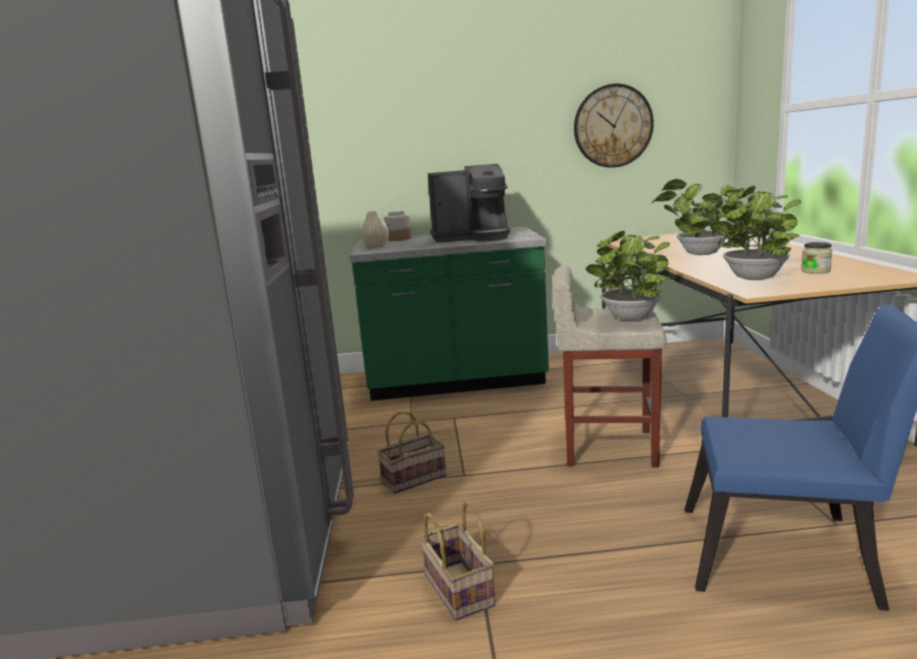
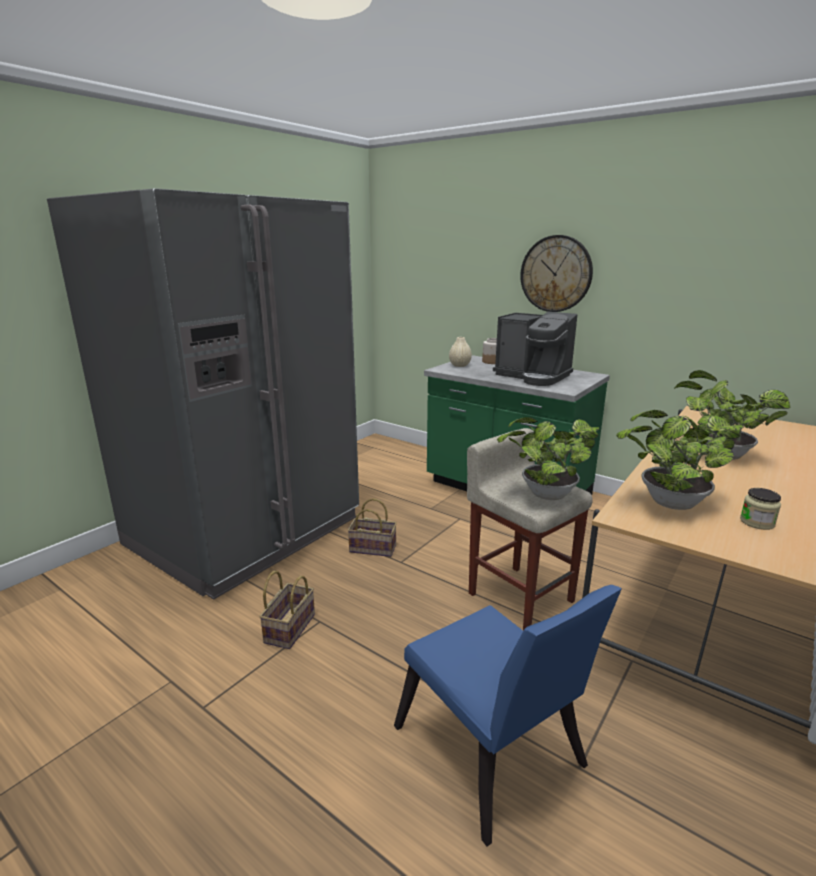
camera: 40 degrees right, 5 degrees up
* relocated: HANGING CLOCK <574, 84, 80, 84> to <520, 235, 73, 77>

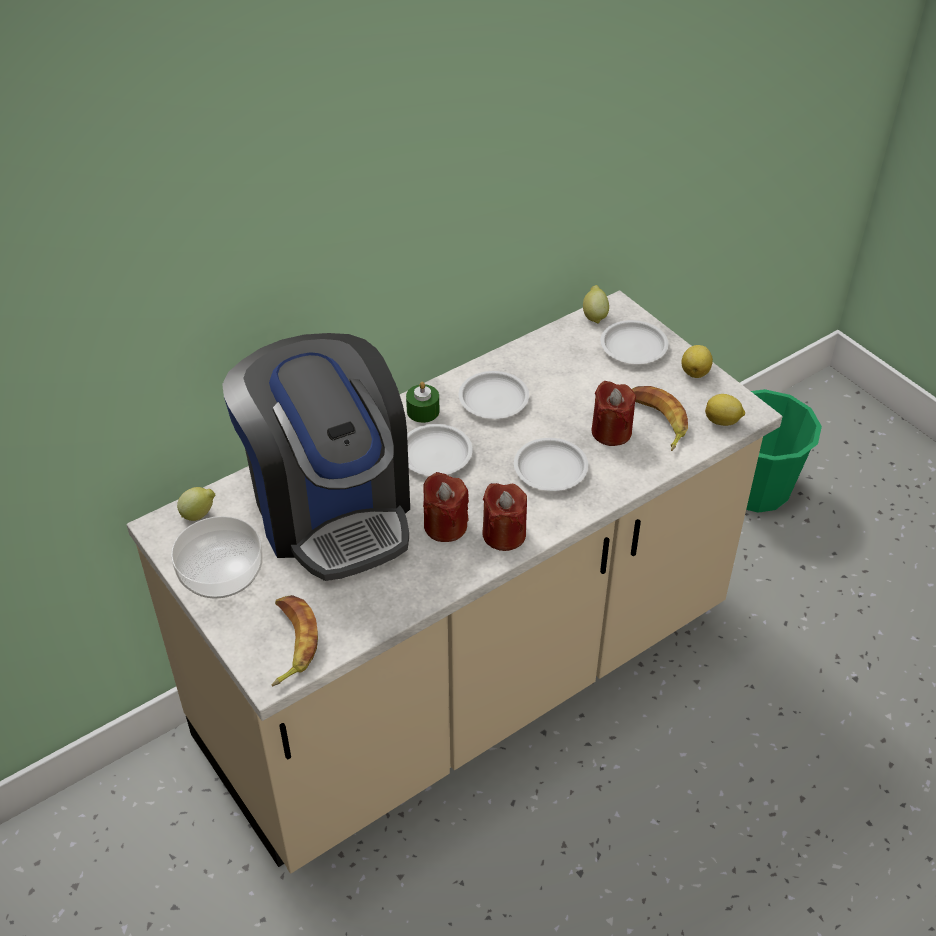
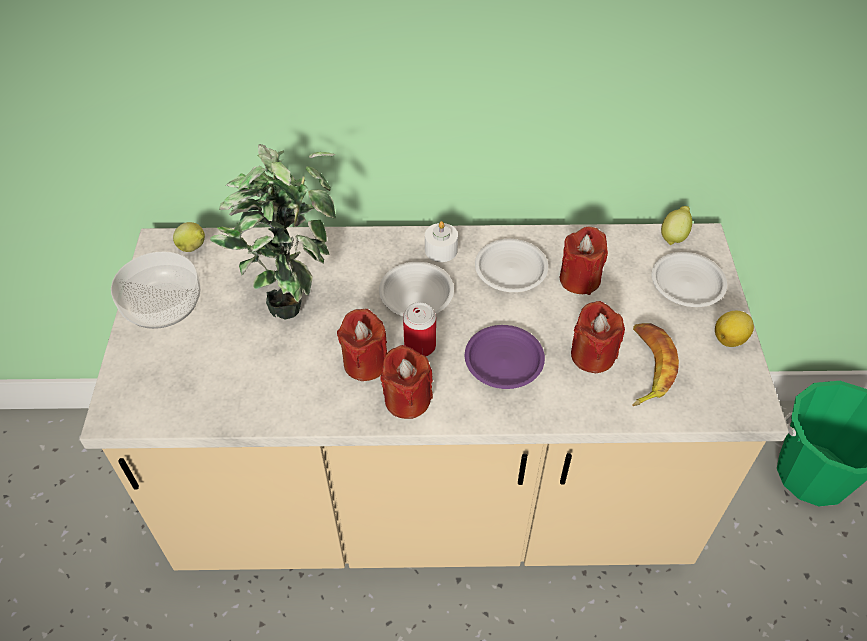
camera: 35 degrees right, 5 degrees up
* missing: WHOLE BANANA <271, 595, 47, 91>
* missing: WHOLE LEMON <705, 394, 40, 32>
* appeared: METAL CAN <403, 302, 33, 55>
* appeared: REDDISH CANDLE <560, 227, 48, 68>
* exchanged: COFFEE MAKER <222, 333, 188, 248> to HOUSEPLANT <210, 144, 126, 176>
* colour: GREENISH CANDLE <406, 382, 34, 41> to WHITE CANDLE <425, 221, 33, 41>
* colour: WHITE PLATE <514, 438, 74, 53> to PURPLISH PLATE <465, 325, 80, 64>

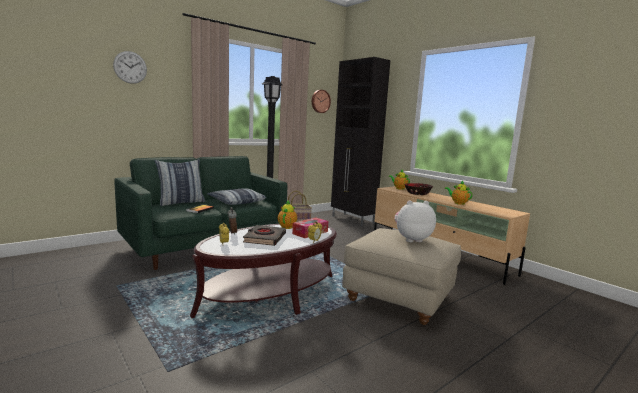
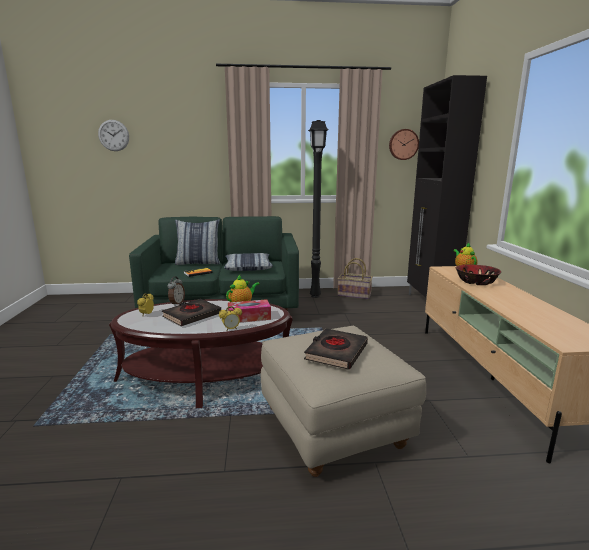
camera: 35 degrees right, 5 degrees up
* missing: POT FOR TEA <445, 181, 28, 24>
* relocated: HANGING CLOCK <113, 51, 34, 33> to <98, 120, 31, 31>
* exchanged: SOFT TOY <394, 201, 42, 41> to BLACK-COLOURED BOUND BOOK <304, 328, 64, 42>

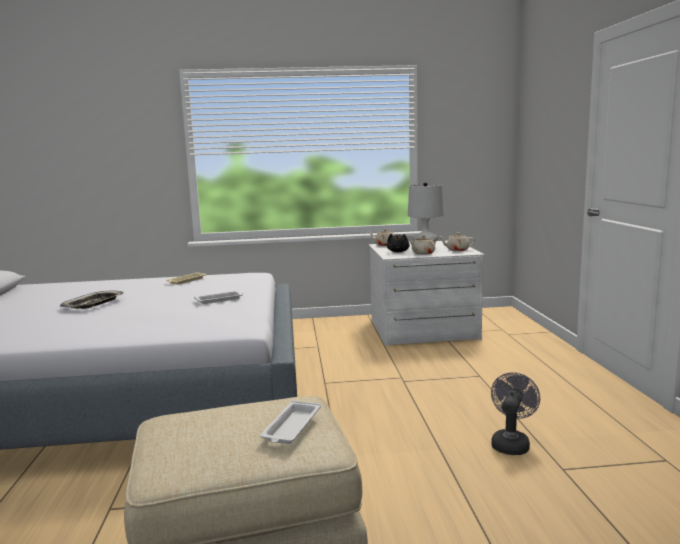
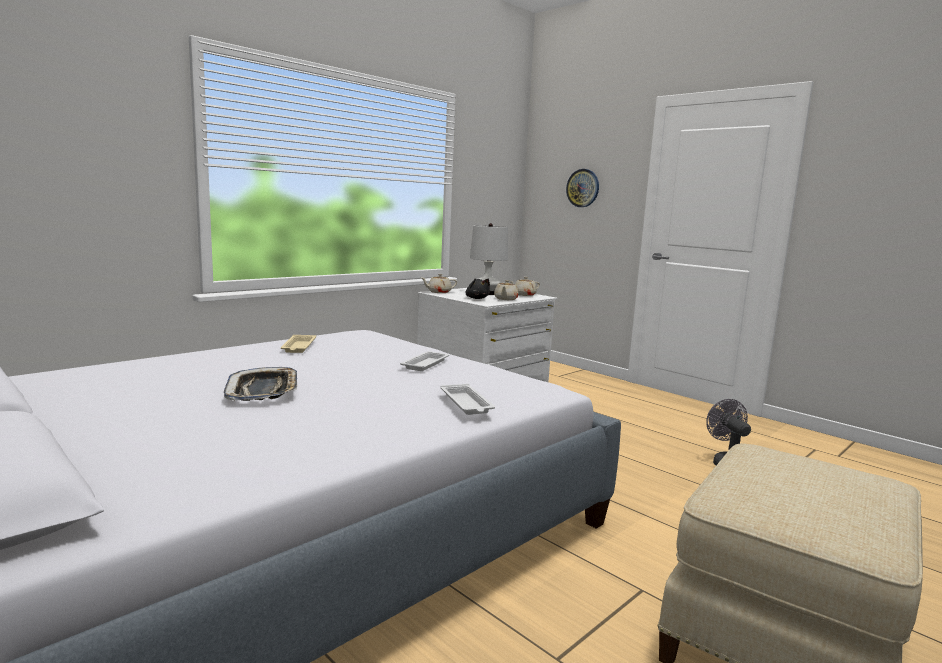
camera: 40 degrees left, 0 degrees up
* appeared: HANGING CLOCK <566, 169, 33, 38>
* relocated: WHITE SERVING TRAY <260, 400, 61, 44> to <440, 384, 55, 31>

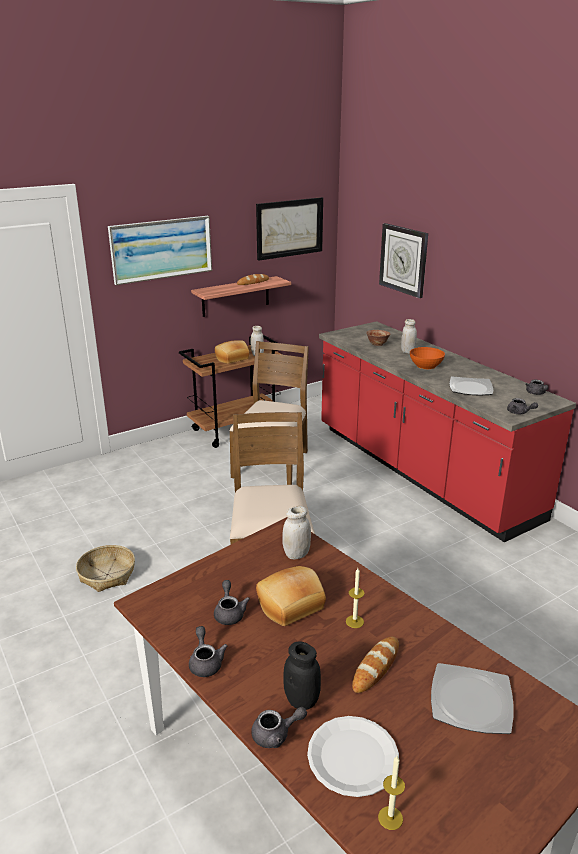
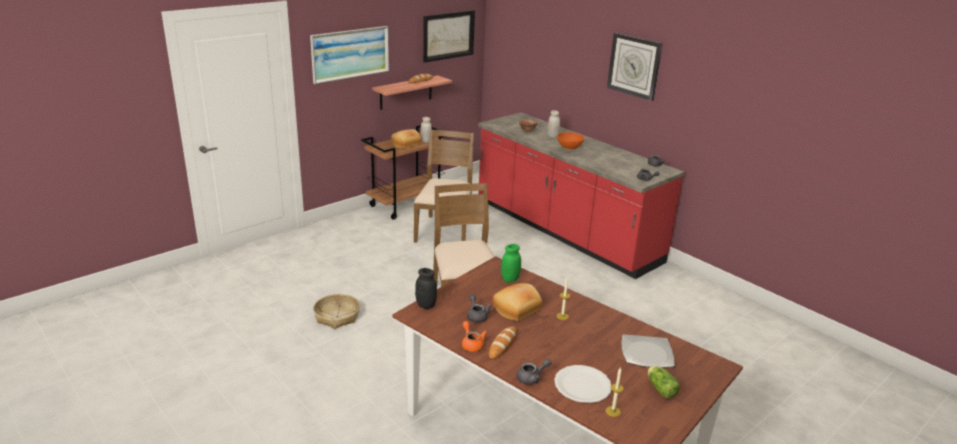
camera: 10 degrees left, 0 degrees up
* missing: PLATE <450, 376, 43, 20>
* appeared: LETTUCE <648, 366, 32, 33>
* relocated: BLACK-COLOURED STORAGE JAR <284, 641, 37, 69> to <415, 268, 22, 41>
* relocated: BREAD <352, 637, 47, 56> to <489, 326, 28, 33>
* relocated: HANGING CLOCK <379, 223, 49, 75> to <607, 33, 56, 68>
* colour: GREY POT FOR TEA <189, 626, 39, 51> to ORANGE POT FOR TEA <462, 321, 25, 31>
* colour: WHITE STORAGE JAR <282, 506, 29, 54> to GREENISH STORAGE JAR <501, 244, 20, 38>

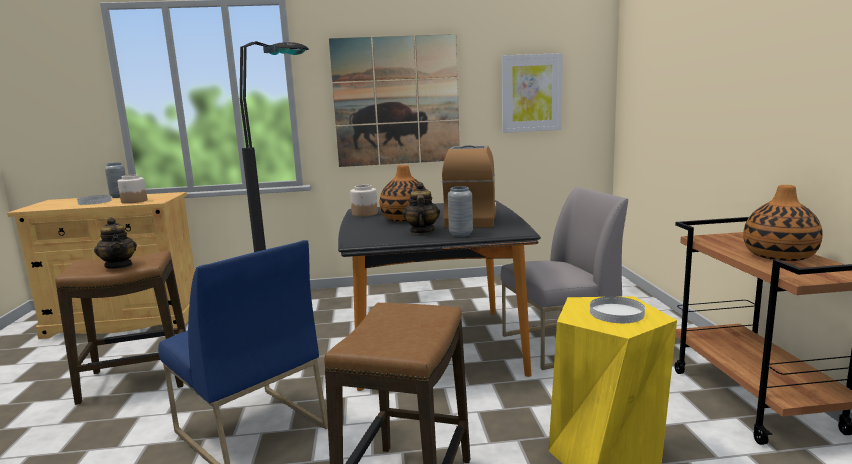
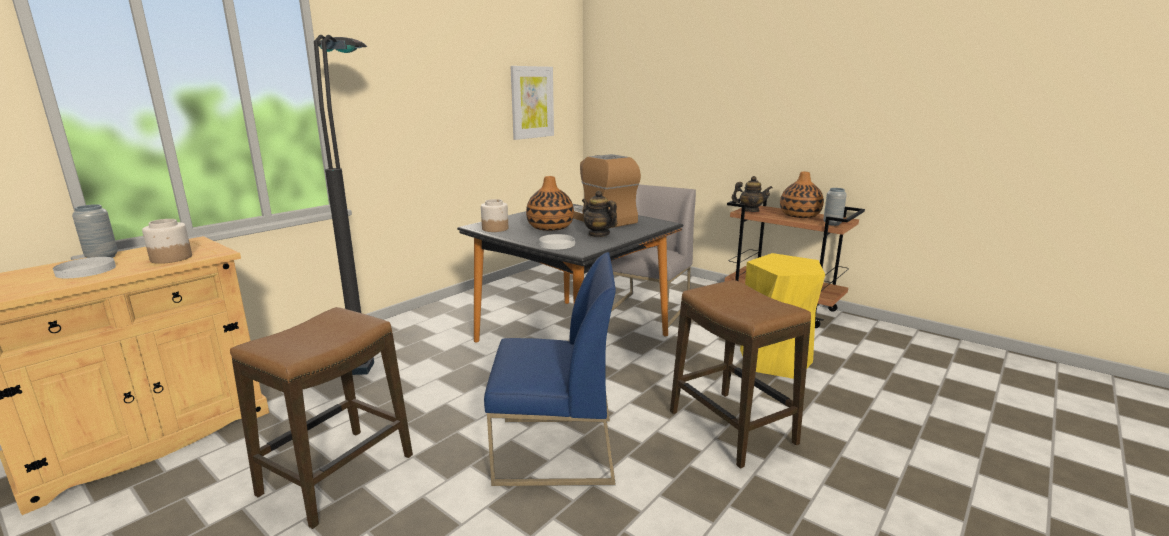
camera: 45 degrees left, 5 degrees up
* missing: WALL ART <329, 34, 131, 133>
* relocated: POT FOR TEA <94, 217, 43, 52> to <732, 176, 40, 36>
* relocated: GREY DECORATIVE VASE <448, 186, 25, 51> to <823, 188, 24, 38>
* relocated: WHITE PLATE <590, 297, 55, 26> to <539, 234, 36, 16>

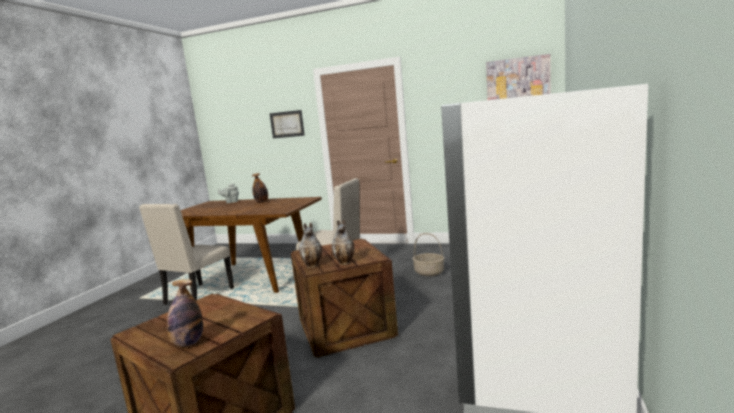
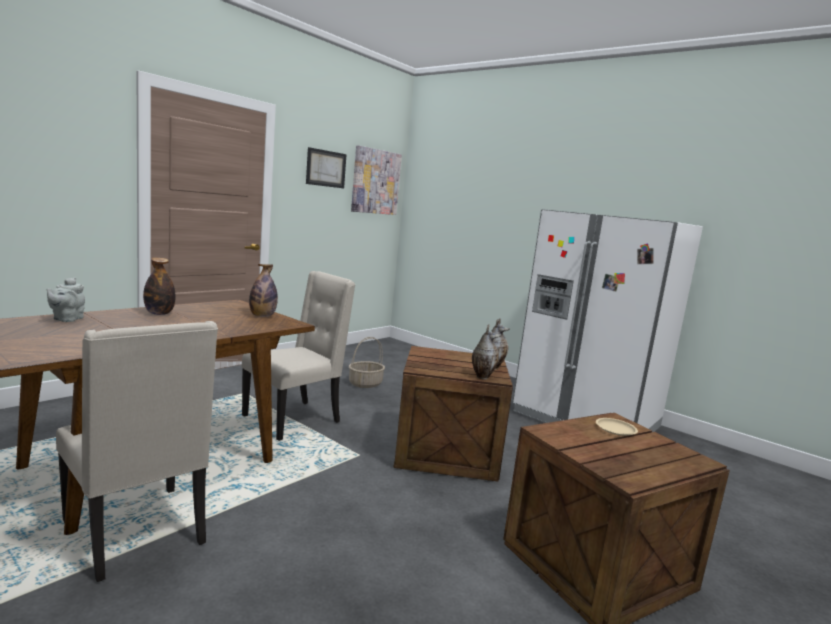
camera: 70 degrees left, 0 degrees up
* appeared: SAND-COLOURED PLATE <596, 418, 42, 18>
* relocated: DRINK BOTTLE <167, 279, 36, 68> to <249, 264, 29, 53>
* relocated: WALL ART <270, 110, 35, 28> to <306, 147, 41, 41>

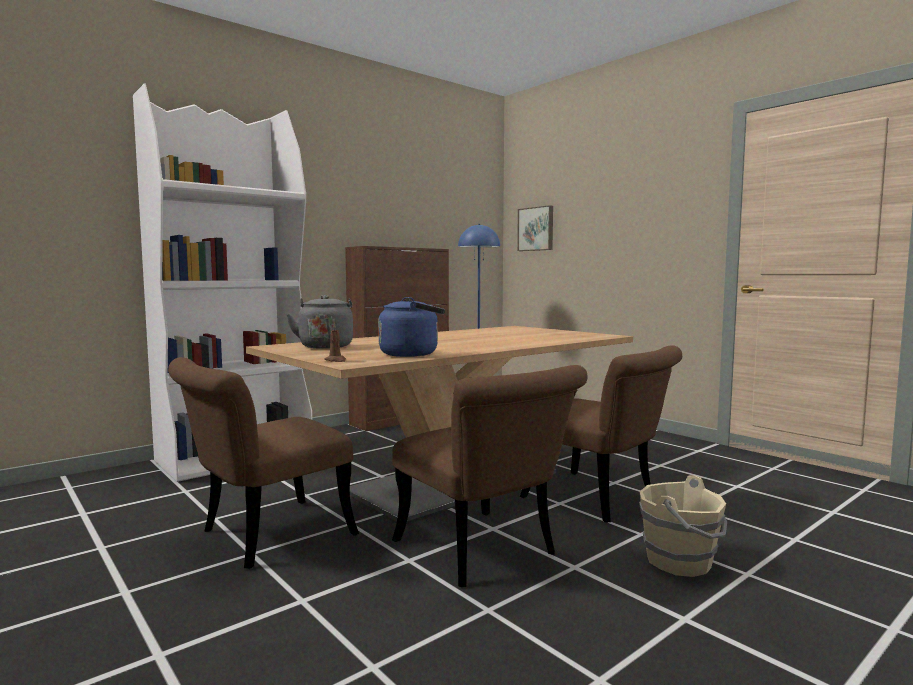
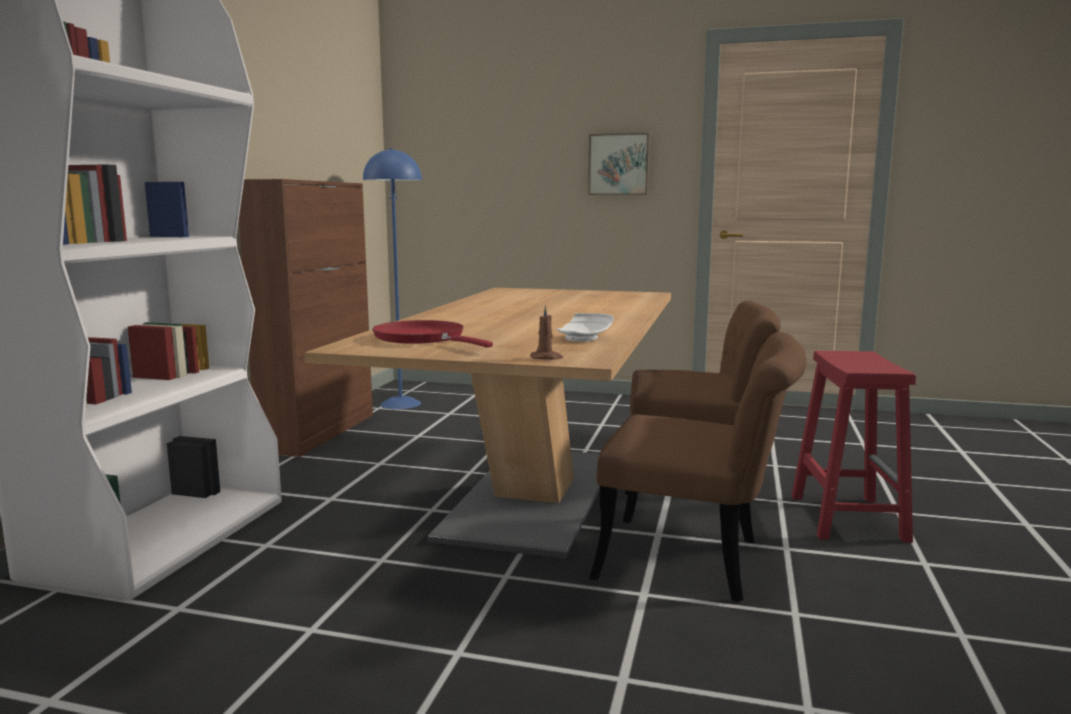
camera: 35 degrees left, 5 degrees up
* missing: BROWN PLAIN CHAIR <168, 357, 191, 212>
* relocated: WALL ART <517, 205, 36, 46> to <588, 133, 62, 62>
* exchanged: GREY TEA KETTLE <286, 295, 67, 54> to REDDISH FRYING PAN <372, 320, 121, 28>
* exchanged: BLUE-COLOURED TEA KETTLE <378, 297, 67, 60> to WHITE PLATE <556, 313, 58, 29>
* exchanged: SAND-COLOURED PAIL <639, 475, 88, 102> to REDDISH STOOL SEAT <791, 351, 125, 192>

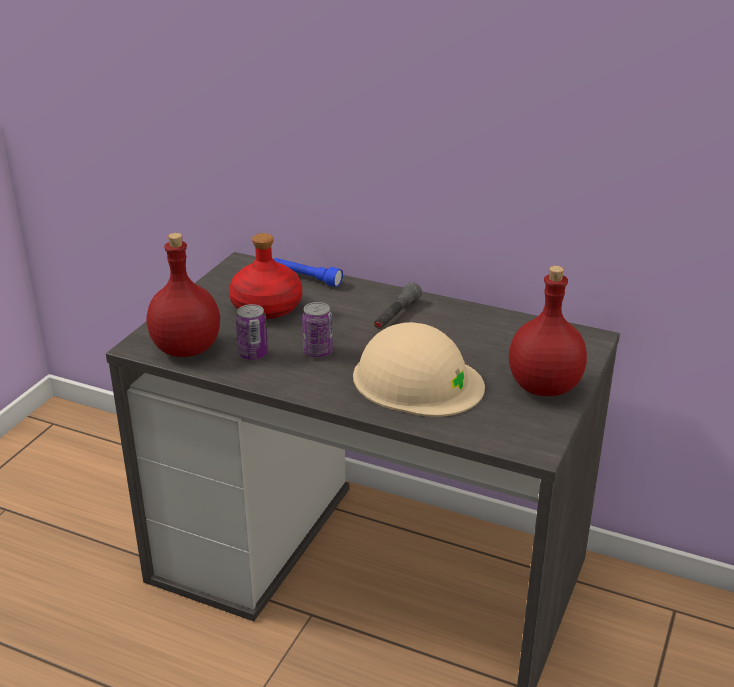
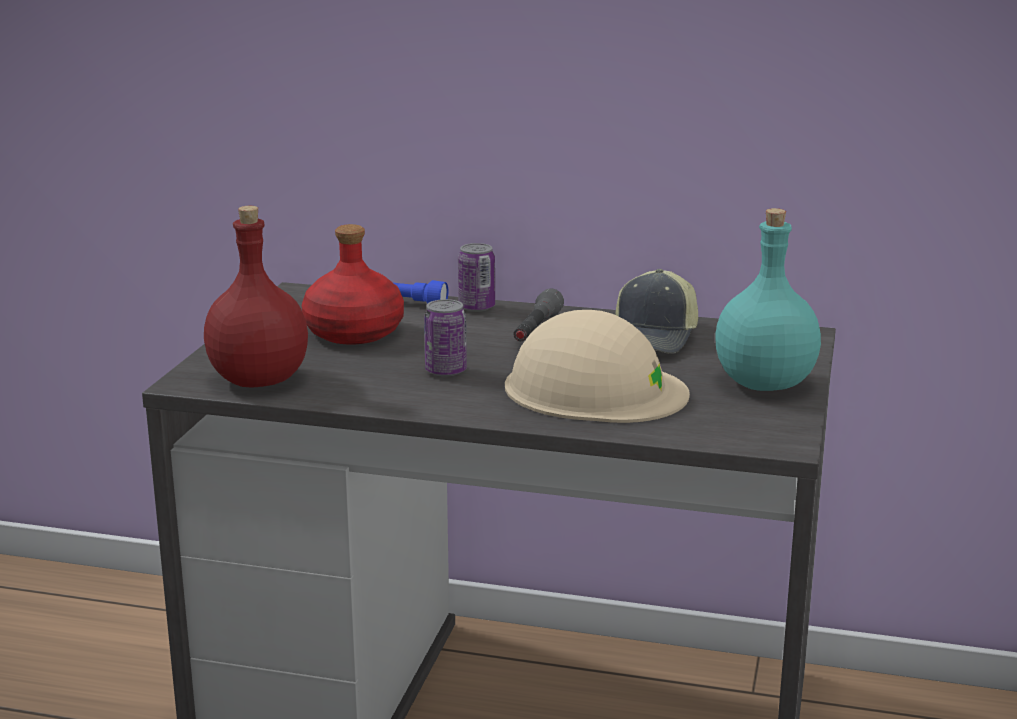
camera: 10 degrees left, 10 degrees down
* appeared: BASEBALL CAP <615, 269, 83, 84>
* relocated: METAL CAN <236, 304, 32, 56> to <458, 243, 37, 69>
* colour: REDDISH DRINK BOTTLE <509, 266, 78, 130> to TURQUOISE DRINK BOTTLE <715, 208, 106, 183>

